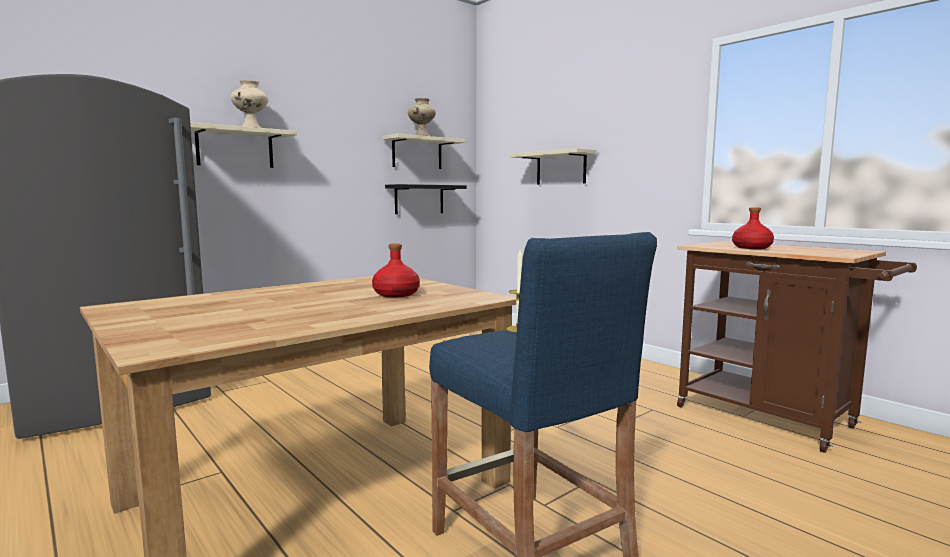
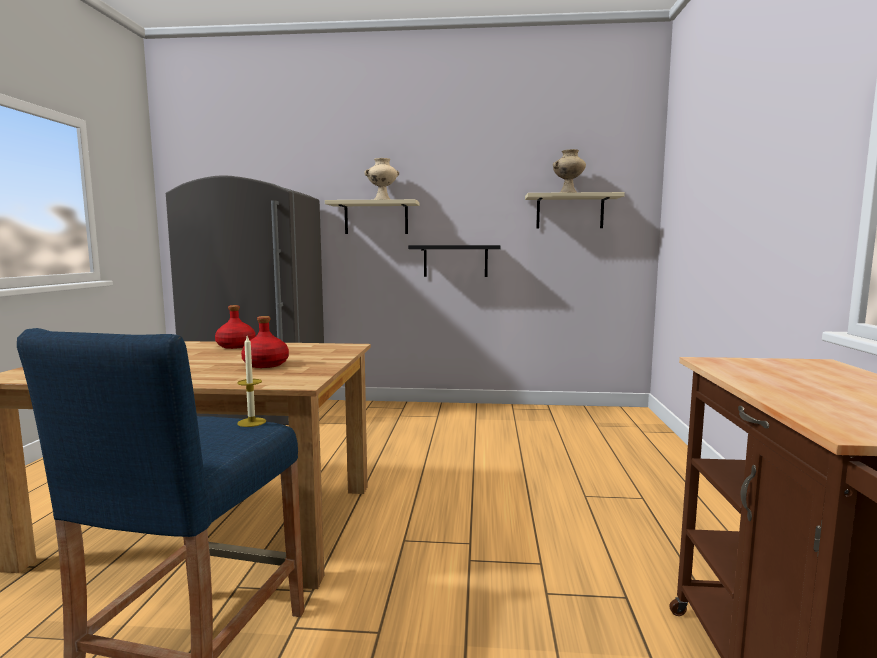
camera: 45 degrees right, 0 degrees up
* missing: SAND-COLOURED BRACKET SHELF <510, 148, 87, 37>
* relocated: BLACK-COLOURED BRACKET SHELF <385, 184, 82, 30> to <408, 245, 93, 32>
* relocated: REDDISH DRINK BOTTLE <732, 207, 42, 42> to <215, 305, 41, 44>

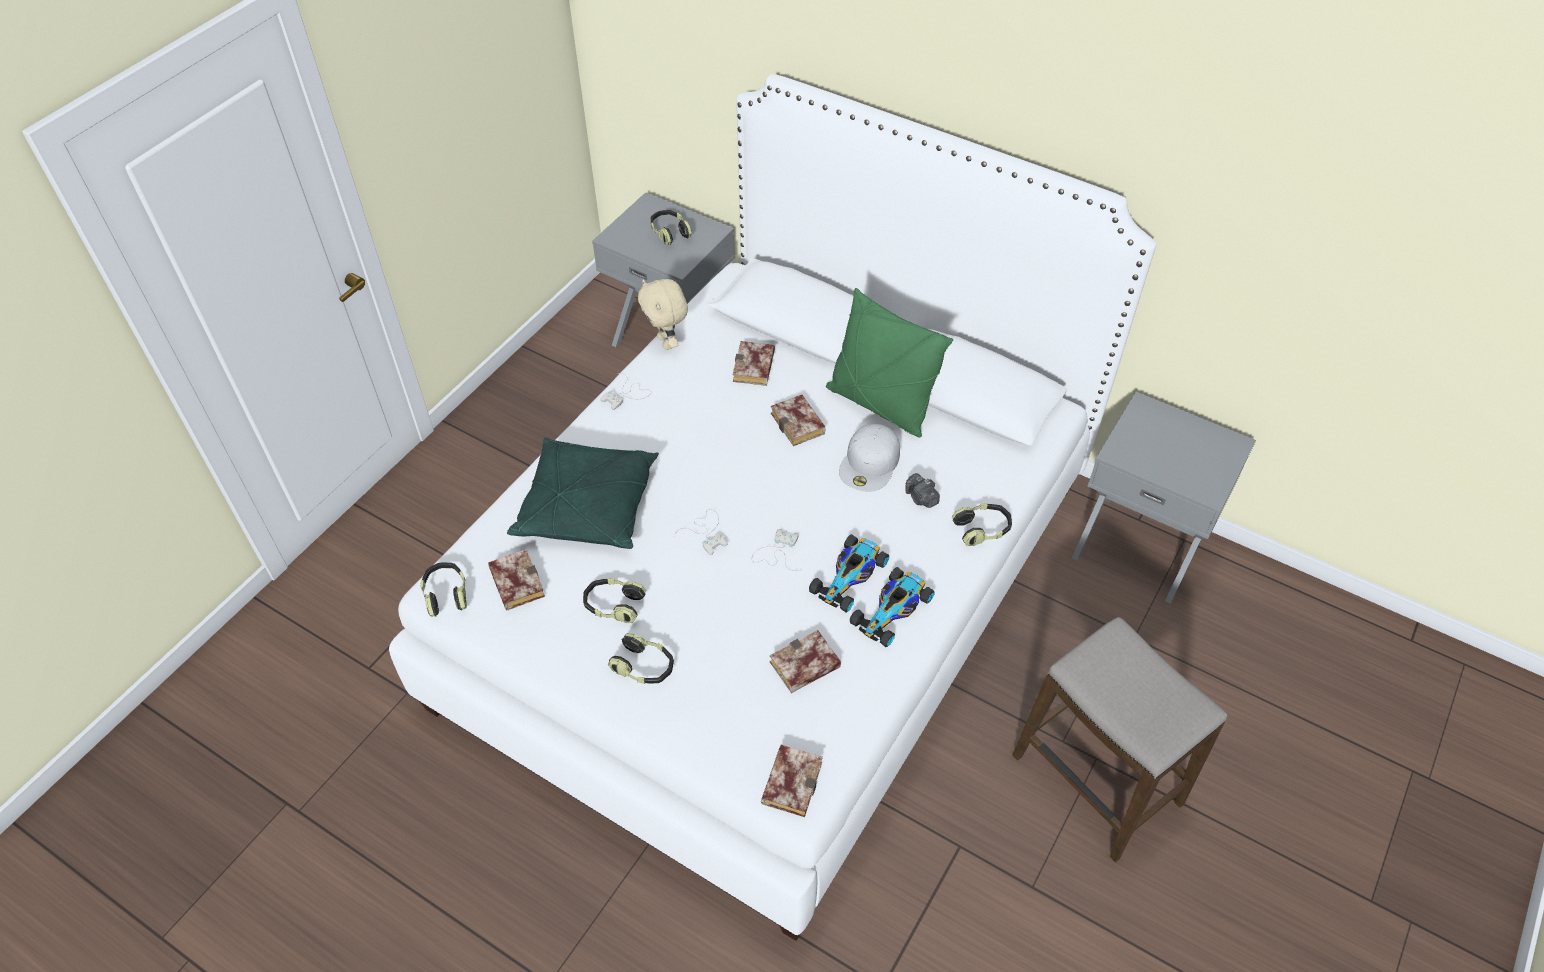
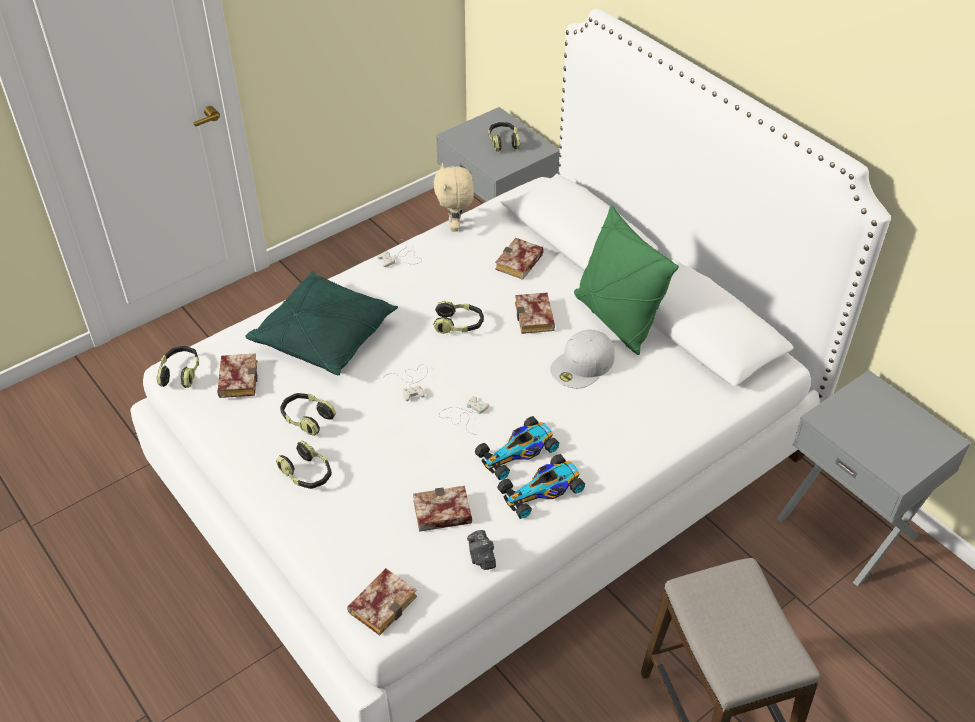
camera: 20 degrees right, 5 degrees down
* relocated: PHOTO CAMERA <905, 473, 35, 35> to <467, 530, 29, 40>
* relocated: HEADSET <952, 503, 60, 43> to <433, 301, 51, 33>

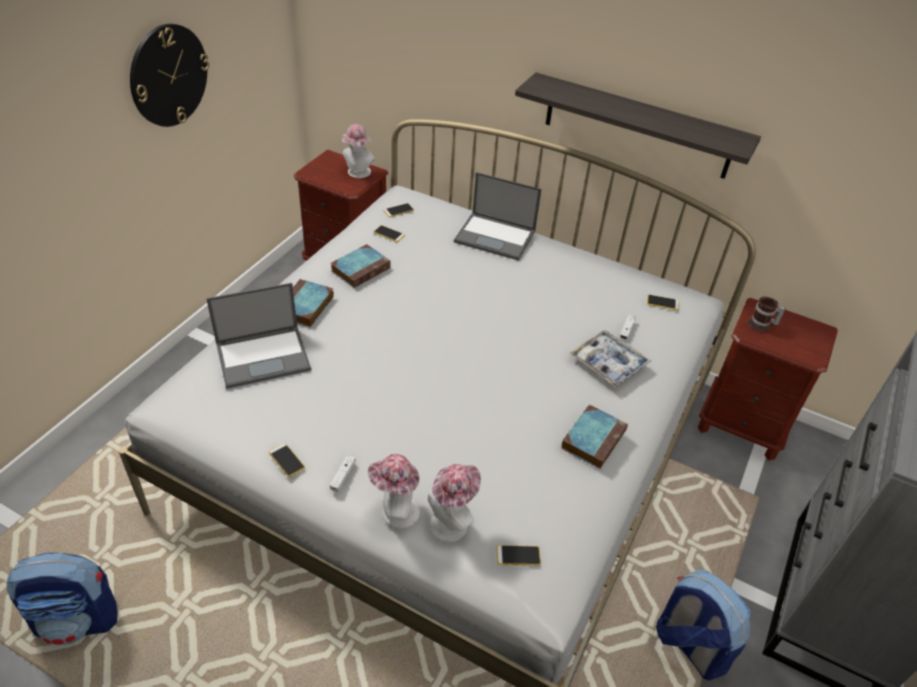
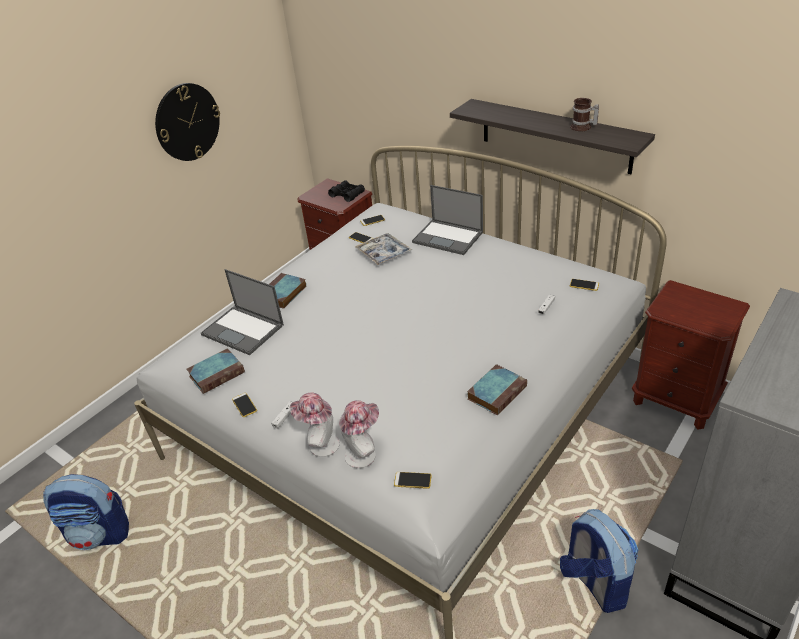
camera: 15 degrees right, 5 degrees down
* relocated: BOUND BOOK <331, 244, 60, 44> to <187, 348, 58, 46>
* relocated: SERVING TRAY <570, 330, 81, 57> to <355, 233, 57, 32>
* relocated: COFFEE MUG <748, 297, 37, 35> to <570, 98, 29, 33>
* exchanged: HAT <342, 124, 33, 54> to BLACK-COLOURED BINOCULARS <328, 180, 37, 22>
* spun: PORTABLE COMPUTER <206, 283, 105, 106> = <201, 269, 83, 86> 45 degrees clockwise

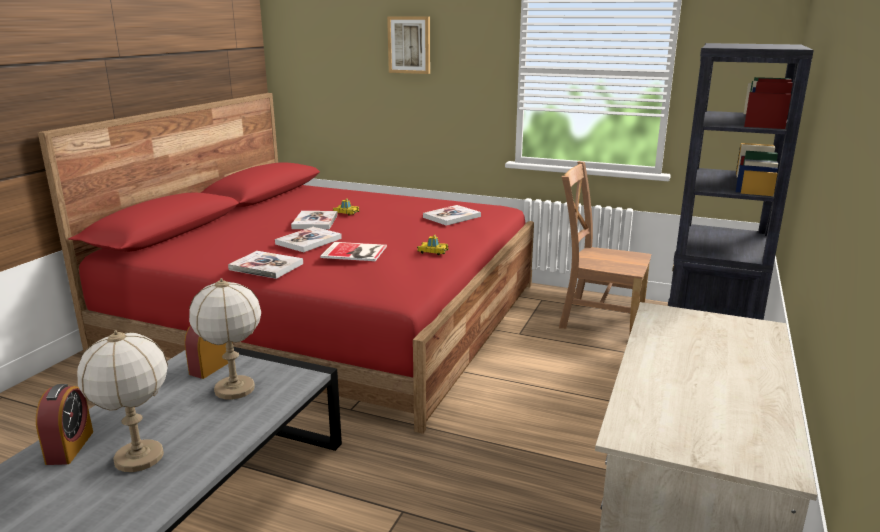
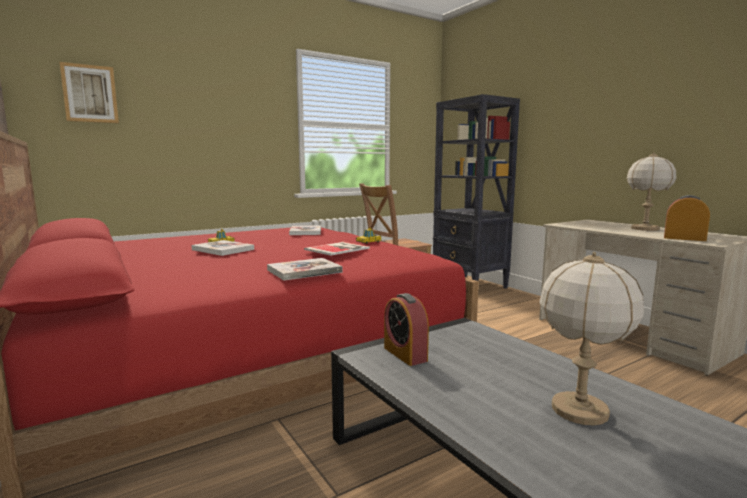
camera: 55 degrees left, 10 degrees down
* missing: BOUND BOOK <275, 227, 67, 25>
* relocated: TABLE CLOCK <36, 384, 57, 81> to <664, 195, 46, 46>
* relocated: TABLETOP LAMP <189, 278, 72, 122> to <627, 152, 49, 79>
* relocated: WALL ART <387, 16, 43, 58> to <60, 62, 59, 61>

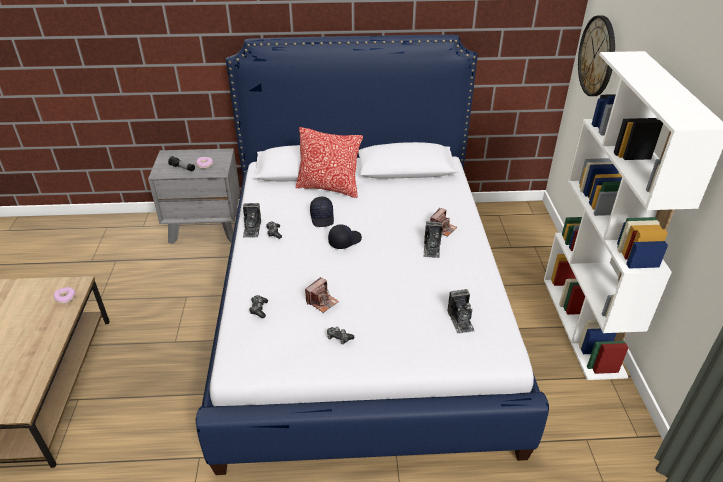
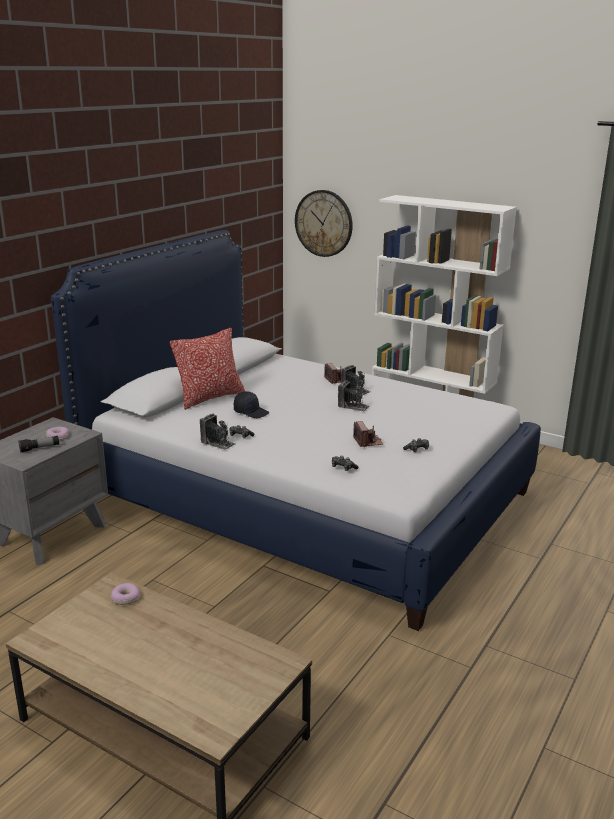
camera: 55 degrees left, 15 degrees down
* missing: BLACK-COLOURED BASEBALL CAP <328, 225, 34, 24>
* relocated: PHOTO CAMERA <448, 289, 26, 45> to <338, 380, 32, 32>

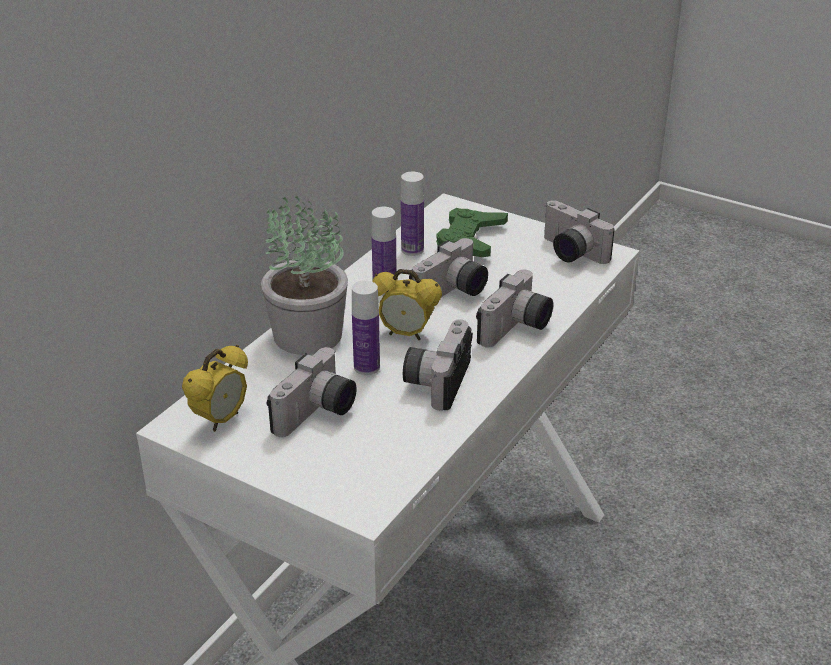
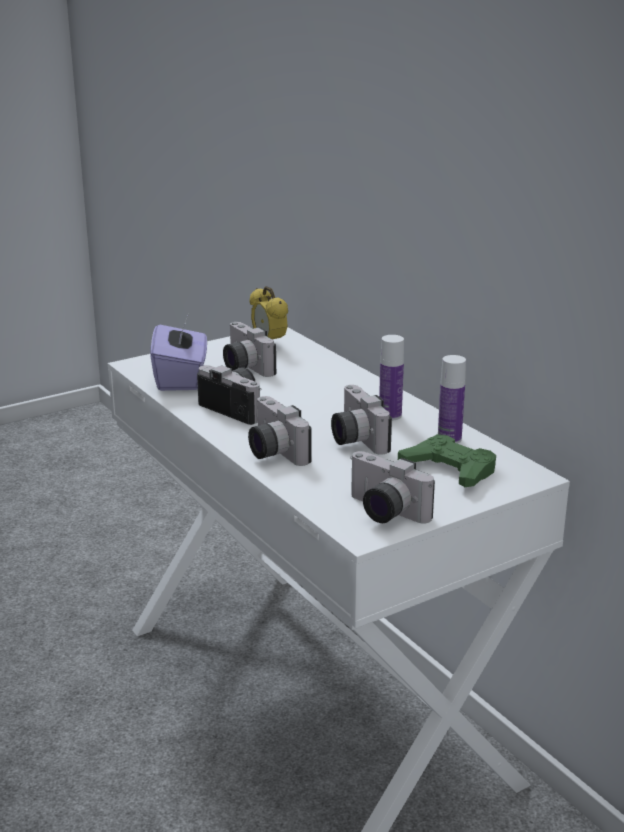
camera: 115 degrees right, 10 degrees down
* missing: HOUSEPLANT <261, 196, 87, 159>
* missing: DRINK BOTTLE <352, 280, 28, 95>
* missing: TABLE CLOCK <372, 269, 70, 71>
* appeared: PURPLISH TISSUE BOX <150, 314, 57, 77>
* spun: PHOTO CAMERA <544, 200, 71, 64> = <350, 451, 85, 73> 120 degrees counterclockwise

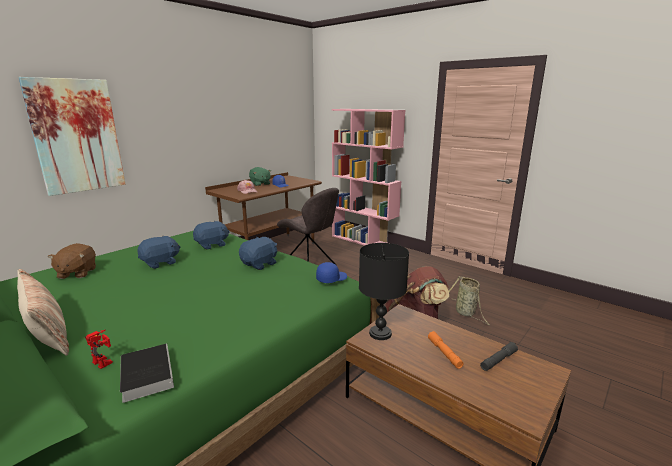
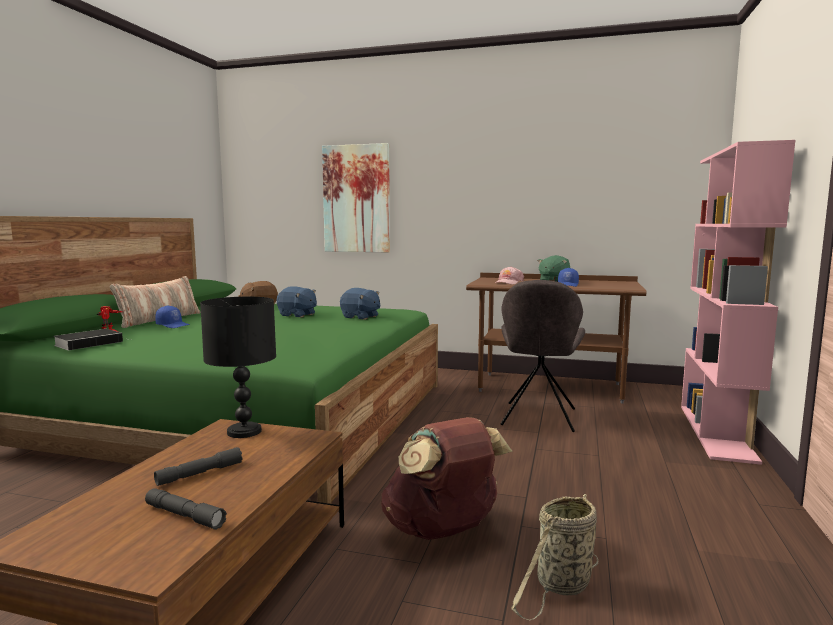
camera: 65 degrees right, 10 degrees down
* missing: BLUE-COLOURED SOFT TOY <239, 237, 38, 33>
* relocated: BLUE-COLOURED BASEBALL CAP <316, 262, 31, 21> to <155, 305, 35, 23>
* colour: ORANGE TORCH <428, 331, 36, 38> to GREY TORCH <154, 447, 89, 39>

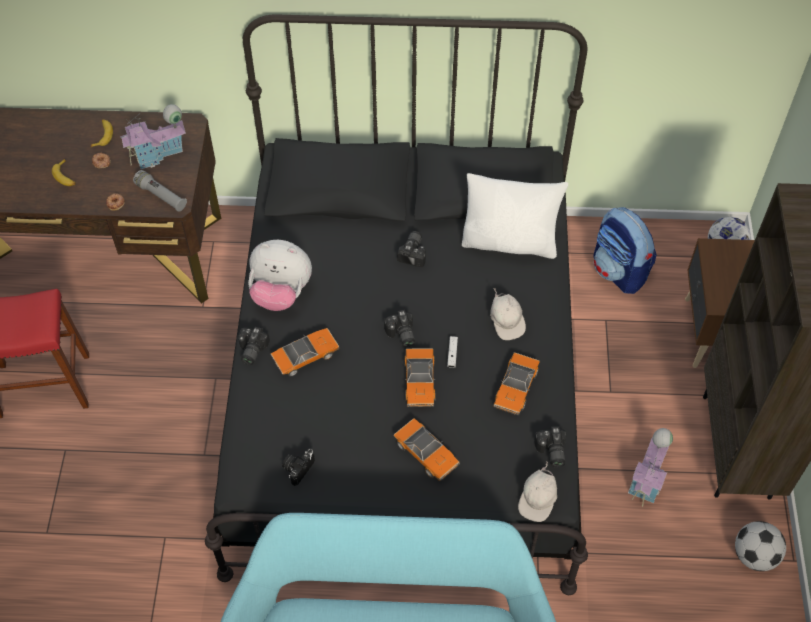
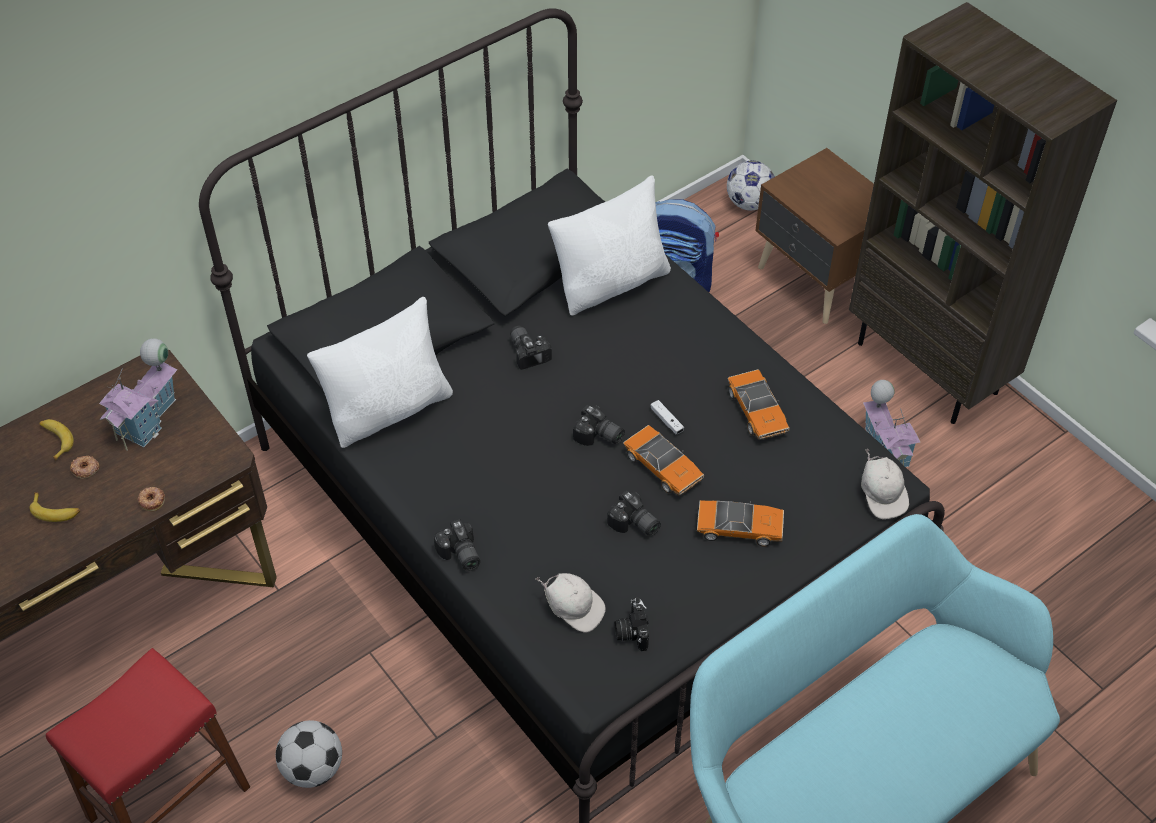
camera: 40 degrees left, 5 degrees down
* missing: GREY TORCH <133, 170, 54, 42>
* missing: SOFT TOY <248, 240, 64, 71>
* missing: MODEL CAR <270, 328, 69, 49>
* appeared: WHITE CUSHION <307, 297, 146, 151>
* relocated: WHITE BASEBALL CAP <490, 288, 36, 52> to <535, 573, 71, 60>
* relocated: PHOTO CAMERA <534, 426, 32, 42> to <607, 490, 54, 46>
* relocated: FOOTBALL <735, 521, 51, 50> to <276, 720, 66, 68>

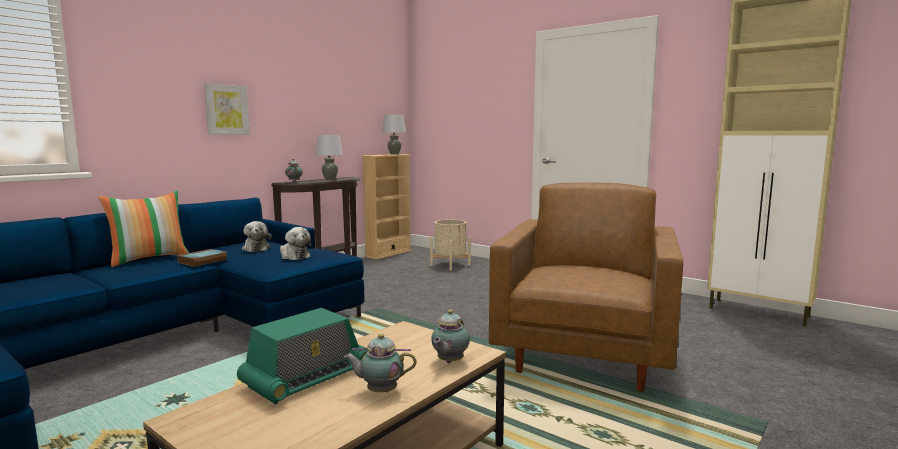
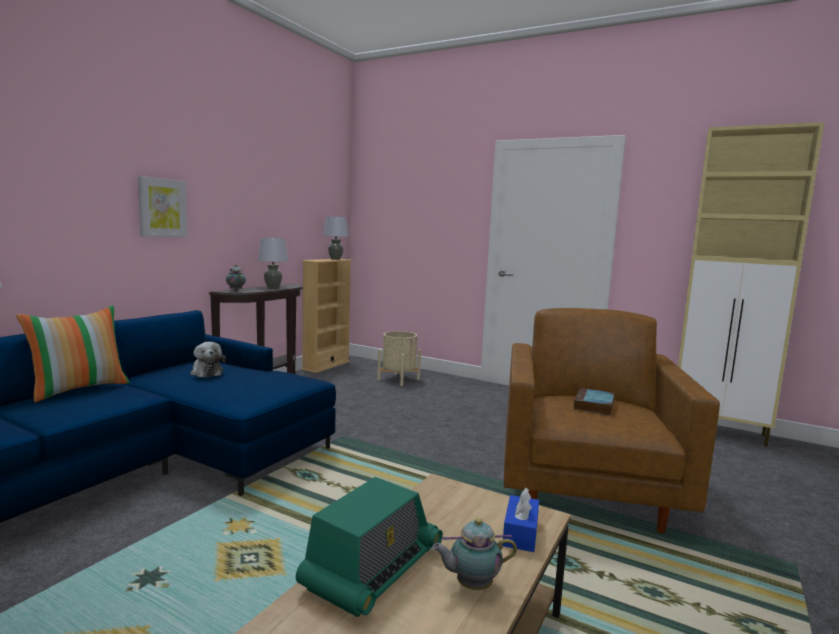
camera: 10 degrees left, 0 degrees up
* missing: SOFT TOY <280, 227, 31, 33>
* relocated: BOUND BOOK <177, 249, 50, 18> to <574, 388, 41, 27>
* exchanged: POT FOR TEA <431, 309, 39, 54> to BLUE-COLOURED TISSUE BOX <503, 488, 36, 64>

